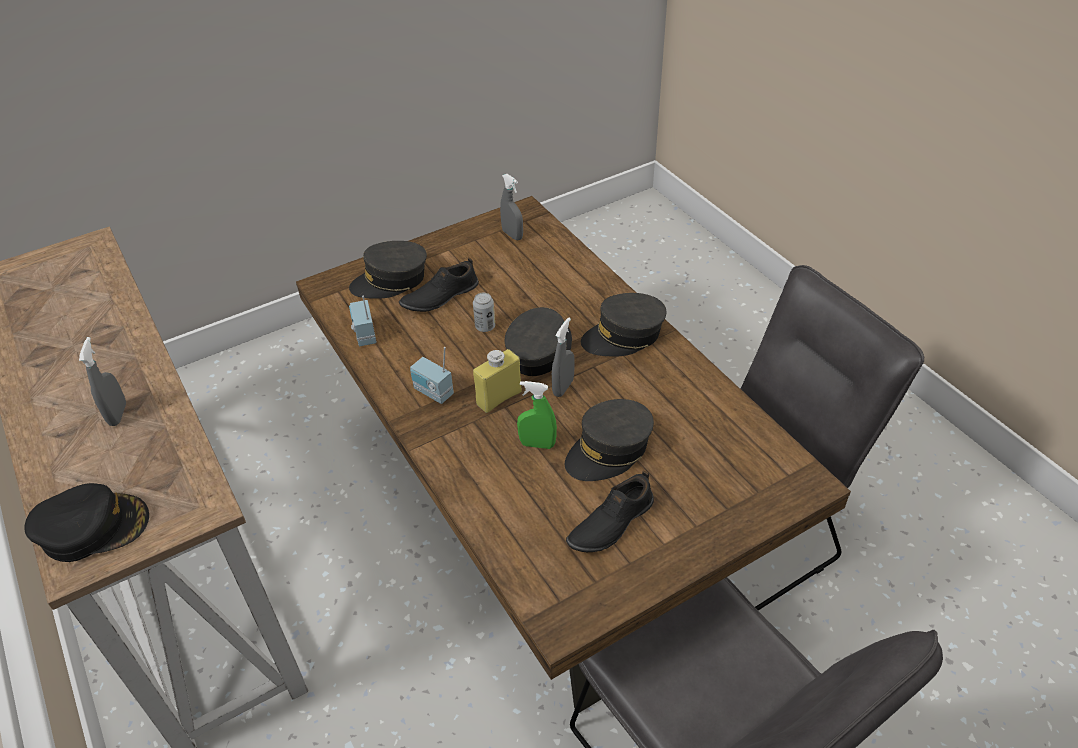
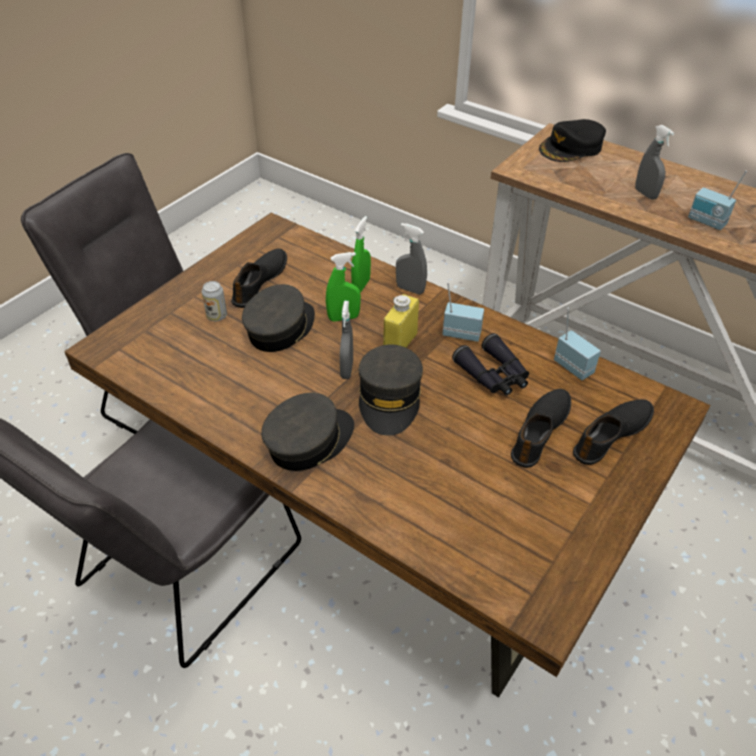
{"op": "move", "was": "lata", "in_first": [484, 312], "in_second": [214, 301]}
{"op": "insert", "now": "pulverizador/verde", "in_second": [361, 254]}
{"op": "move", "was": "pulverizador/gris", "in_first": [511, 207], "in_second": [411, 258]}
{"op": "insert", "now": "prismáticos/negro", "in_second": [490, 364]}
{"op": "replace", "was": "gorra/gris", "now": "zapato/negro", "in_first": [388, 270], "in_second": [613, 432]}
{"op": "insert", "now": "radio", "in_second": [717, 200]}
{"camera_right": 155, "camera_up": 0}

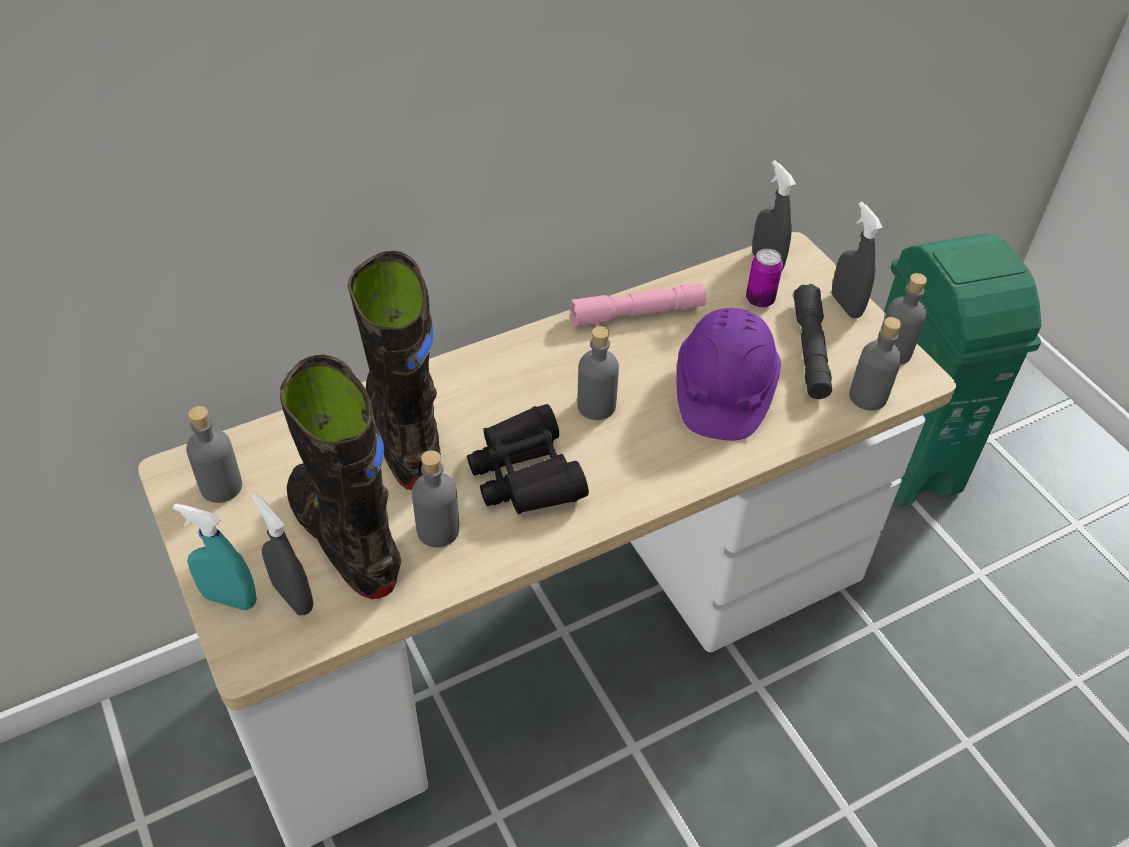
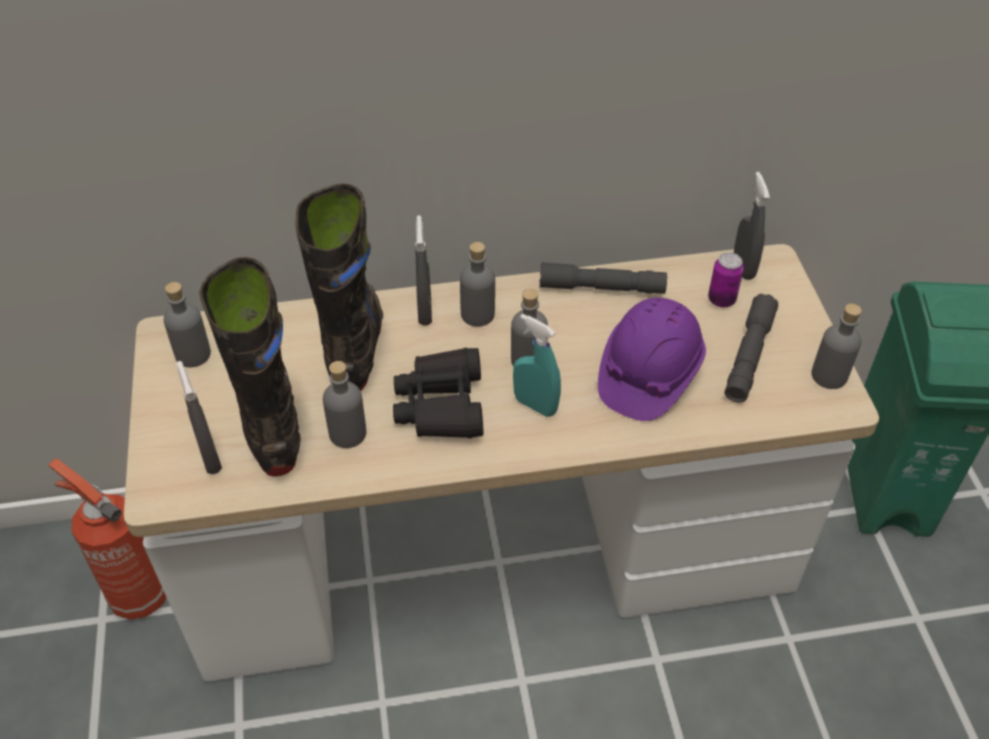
{"op": "insert", "now": "extintor", "in_second": [107, 539]}
{"op": "move", "was": "pulverizador/gris", "in_first": [857, 260], "in_second": [423, 270]}
{"op": "move", "was": "botella/gris", "in_first": [875, 364], "in_second": [477, 284]}
{"op": "move", "was": "pulverizador/turquesa", "in_first": [215, 557], "in_second": [537, 365]}
{"op": "recolor", "was": "linterna/rosa", "now": "linterna/gris", "in_first": [638, 305], "in_second": [603, 278]}
{"camera_right": 20, "camera_up": 0}

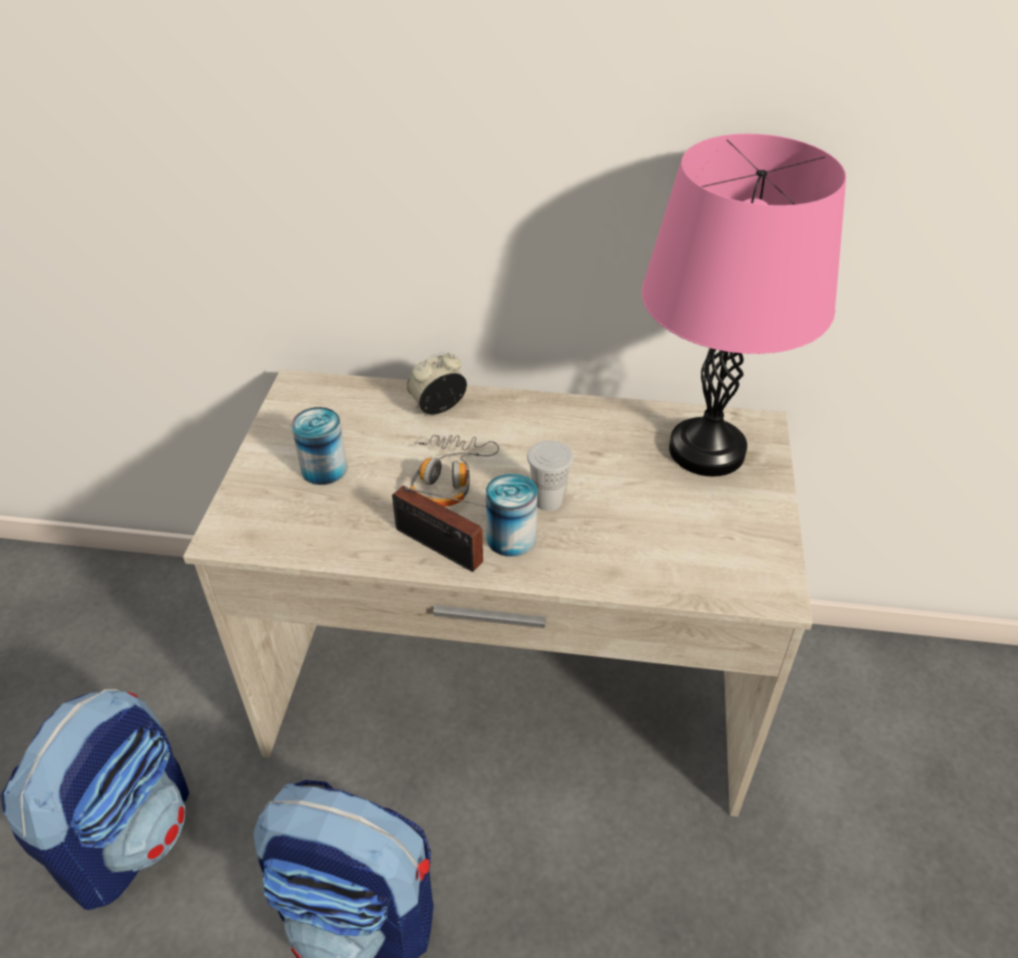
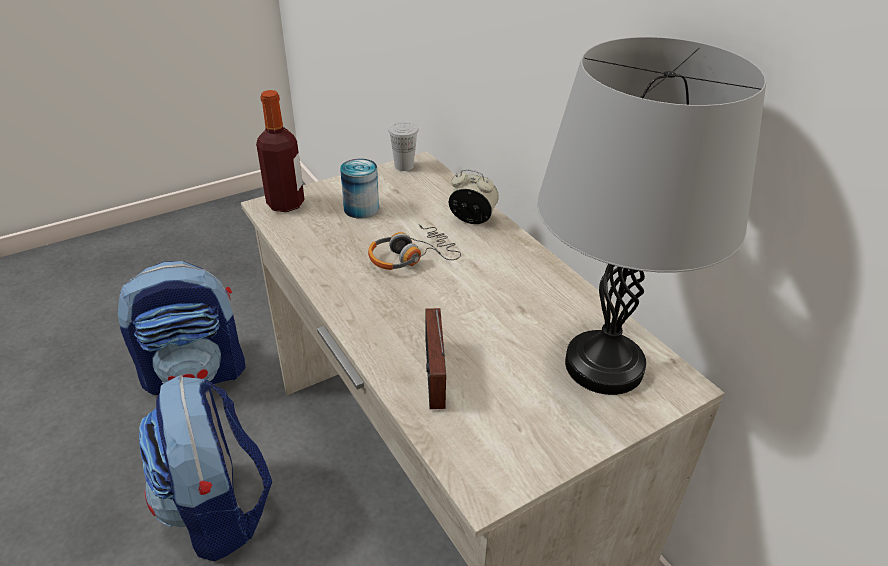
{"op": "insert", "now": "botella", "in_second": [280, 151]}
{"op": "move", "was": "taza/blanco", "in_first": [550, 476], "in_second": [403, 146]}
{"op": "move", "was": "radio", "in_first": [440, 529], "in_second": [435, 358]}
{"op": "recolor", "was": "lámpara de mesa/rosa", "now": "lámpara de mesa/gris", "in_first": [743, 305], "in_second": [651, 216]}
{"op": "delete", "was": "lata", "in_first": [512, 515]}
{"camera_right": 50, "camera_up": -5}

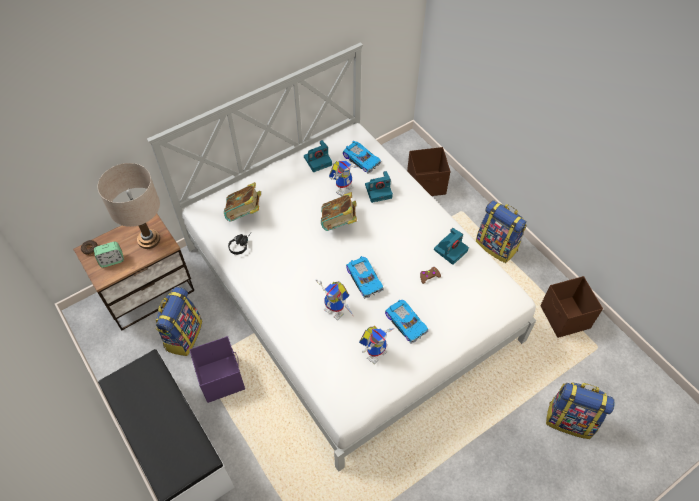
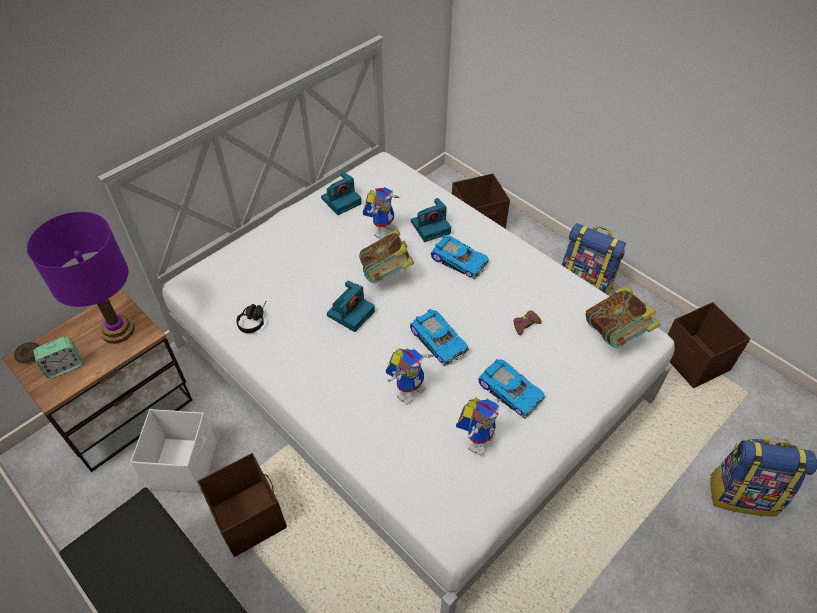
{"op": "recolor", "was": "lámpara de mesa/beis", "now": "lámpara de mesa/morado", "in_first": [129, 206], "in_second": [81, 278]}
{"op": "replace", "was": "mochila", "now": "caja de almacenaje/blanco", "in_first": [178, 321], "in_second": [173, 451]}
{"op": "recolor", "was": "caja de almacenaje/morado", "now": "caja de almacenaje/marrón", "in_first": [217, 369], "in_second": [242, 505]}
{"op": "move", "was": "cámara", "in_first": [451, 246], "in_second": [351, 306]}
{"op": "rotate", "was": "robot de juguete", "in_first": [334, 299], "in_second": [411, 376], "clockwise": -75}
{"op": "move", "was": "coche de juguete", "in_first": [362, 157], "in_second": [460, 257]}
{"op": "move", "was": "libro", "in_first": [242, 202], "in_second": [623, 316]}
{"camera_right": -10, "camera_up": -5}

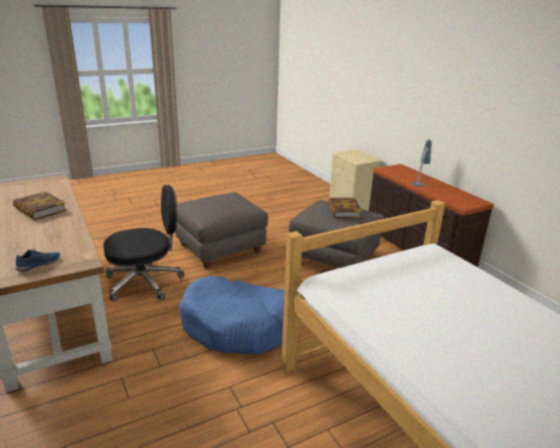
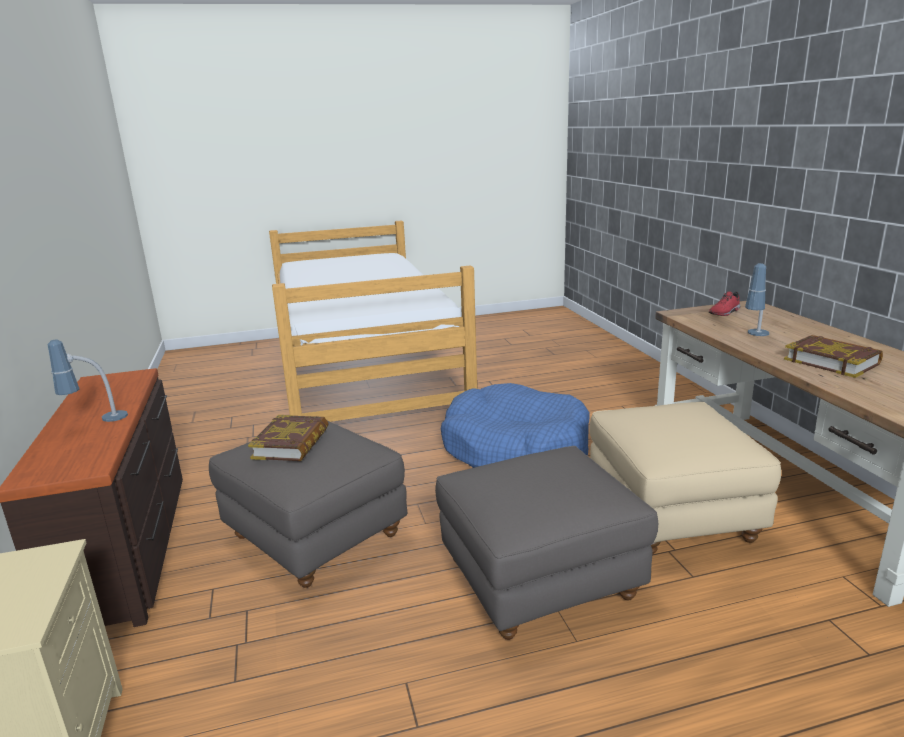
{"op": "replace", "was": "silla de oficina/negro", "now": "puf/beis", "in_first": [144, 243], "in_second": [685, 478]}
{"op": "recolor", "was": "zapato/azul", "now": "zapato/rojo", "in_first": [37, 260], "in_second": [724, 303]}
{"op": "insert", "now": "lámpara de mesa", "in_second": [757, 299]}
{"camera_right": -165, "camera_up": -5}

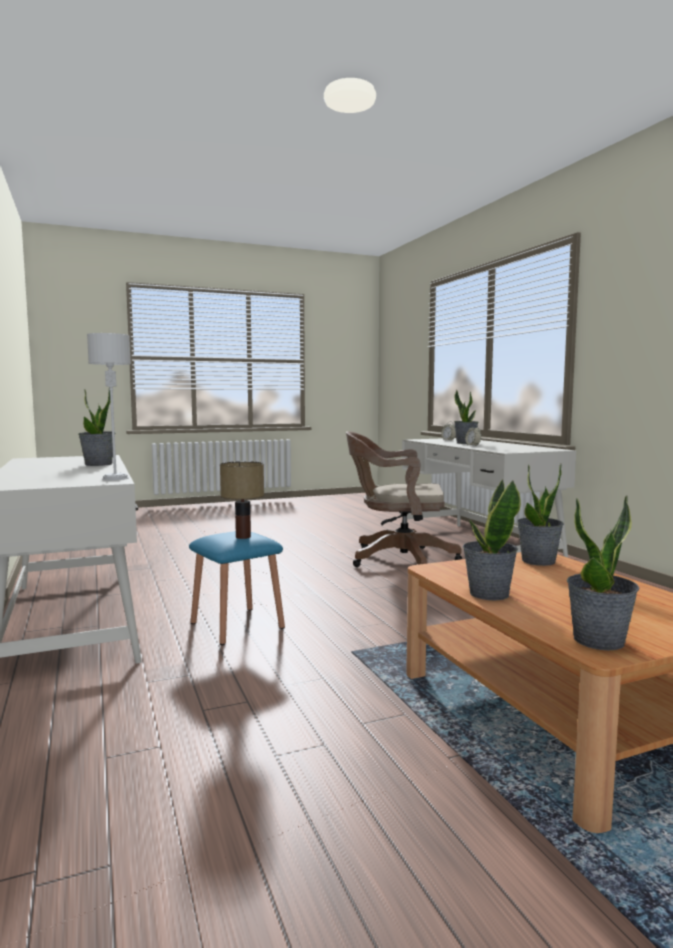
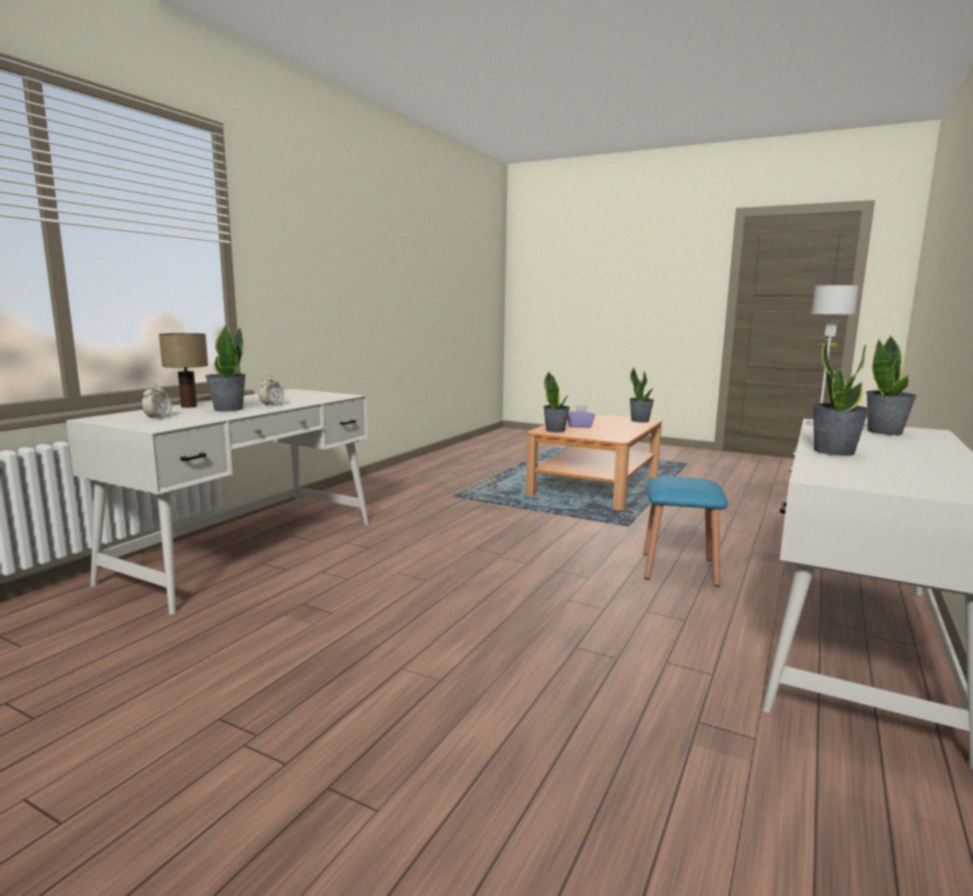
{"op": "move", "was": "lámpara de mesa", "in_first": [242, 500], "in_second": [183, 370]}
{"op": "insert", "now": "caja de pañuelos/morado", "in_second": [581, 416]}
{"op": "move", "was": "planta en maceta", "in_first": [492, 540], "in_second": [891, 385]}
{"op": "delete", "was": "silla de oficina/marrón", "in_first": [404, 499]}
{"camera_right": -130, "camera_up": 5}

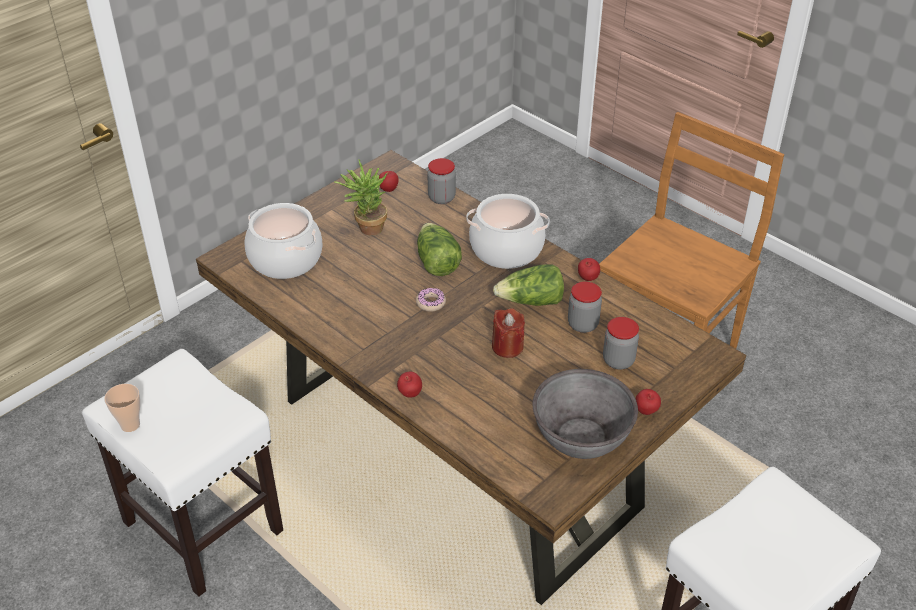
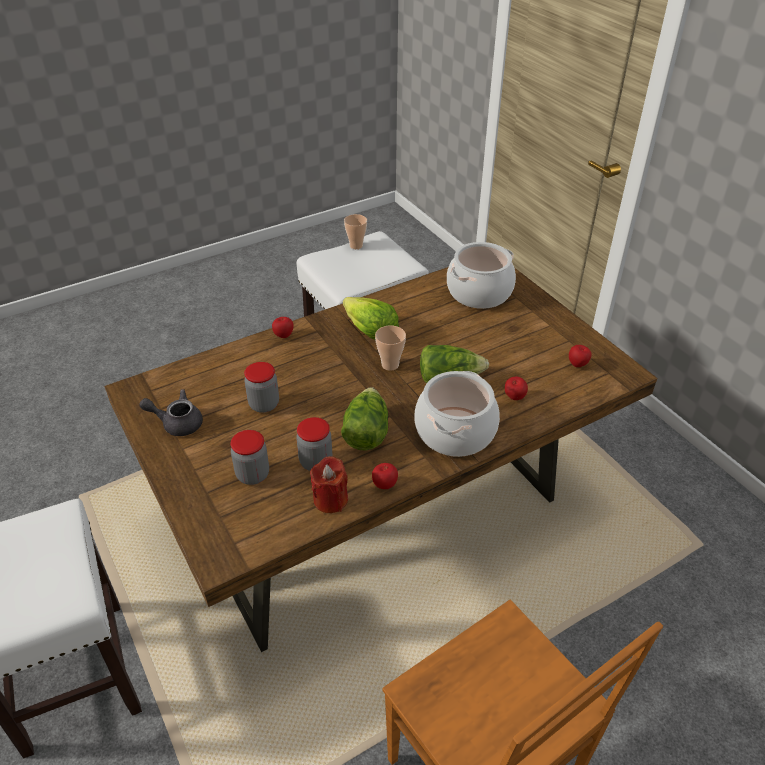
{"op": "replace", "was": "cuenco/gris", "now": "tetera/gris", "in_first": [585, 414], "in_second": [171, 412]}
{"op": "move", "was": "tarro", "in_first": [441, 181], "in_second": [261, 387]}
{"op": "move", "was": "vela/rojo", "in_first": [508, 333], "in_second": [329, 484]}
{"op": "insert", "now": "lechuga", "in_second": [371, 318]}
{"op": "replace", "was": "rosquilla", "now": "taza", "in_first": [431, 300], "in_second": [390, 348]}
{"op": "move", "was": "manzana", "in_first": [648, 402], "in_second": [516, 388]}
{"op": "delete", "was": "planta en maceta", "in_first": [361, 197]}
{"camera_right": 105, "camera_up": 0}

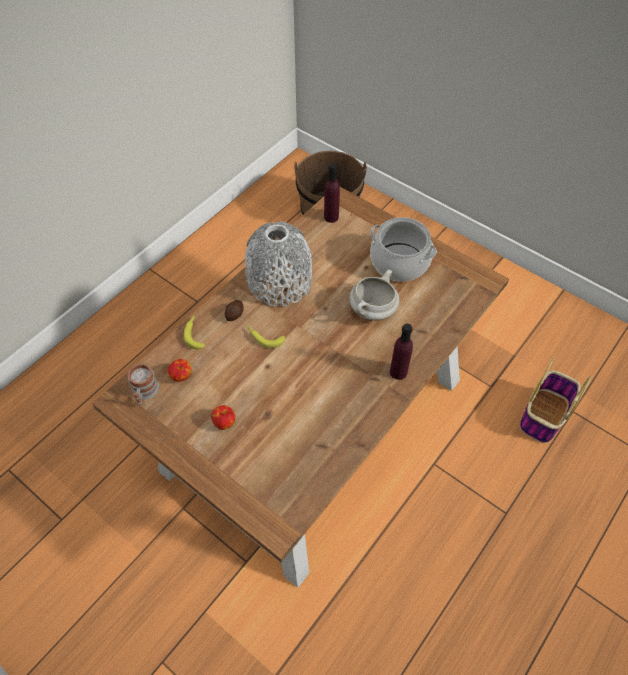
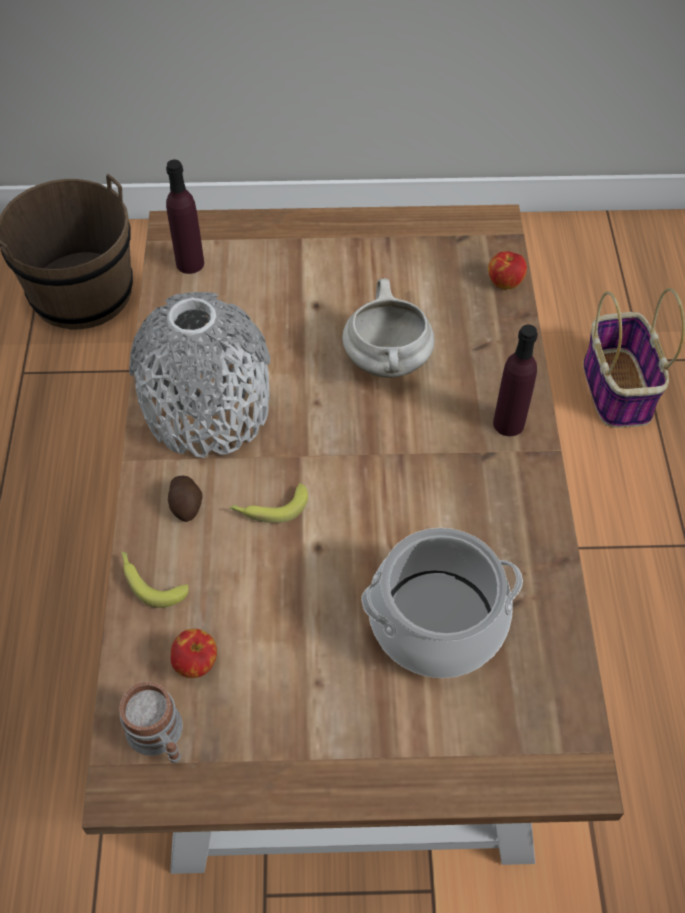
{"op": "move", "was": "olla", "in_first": [403, 249], "in_second": [442, 603]}
{"op": "move", "was": "manzana", "in_first": [223, 417], "in_second": [507, 270]}
{"camera_right": -40, "camera_up": 0}

